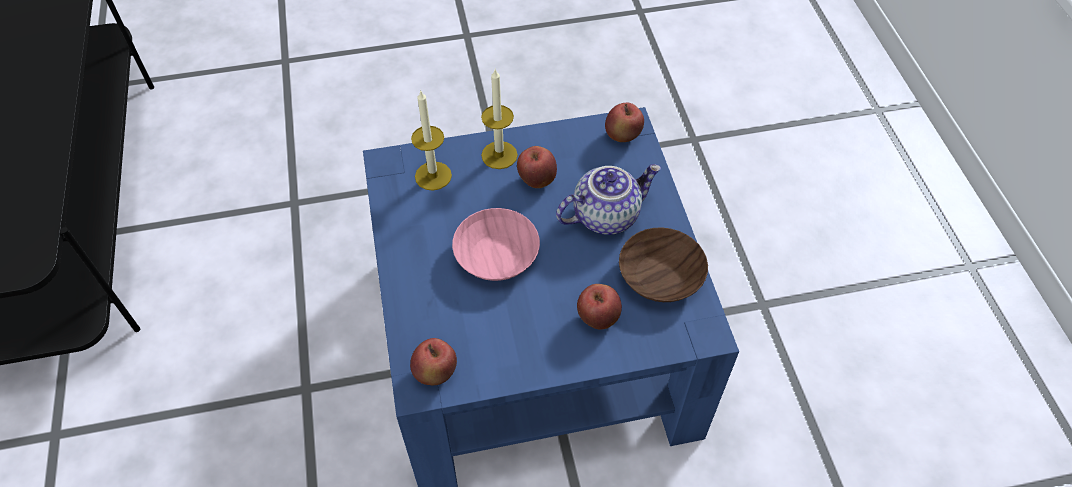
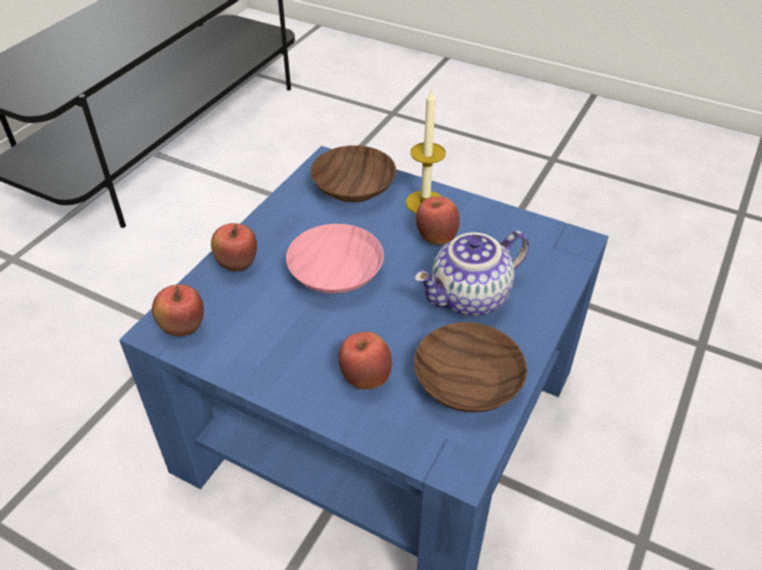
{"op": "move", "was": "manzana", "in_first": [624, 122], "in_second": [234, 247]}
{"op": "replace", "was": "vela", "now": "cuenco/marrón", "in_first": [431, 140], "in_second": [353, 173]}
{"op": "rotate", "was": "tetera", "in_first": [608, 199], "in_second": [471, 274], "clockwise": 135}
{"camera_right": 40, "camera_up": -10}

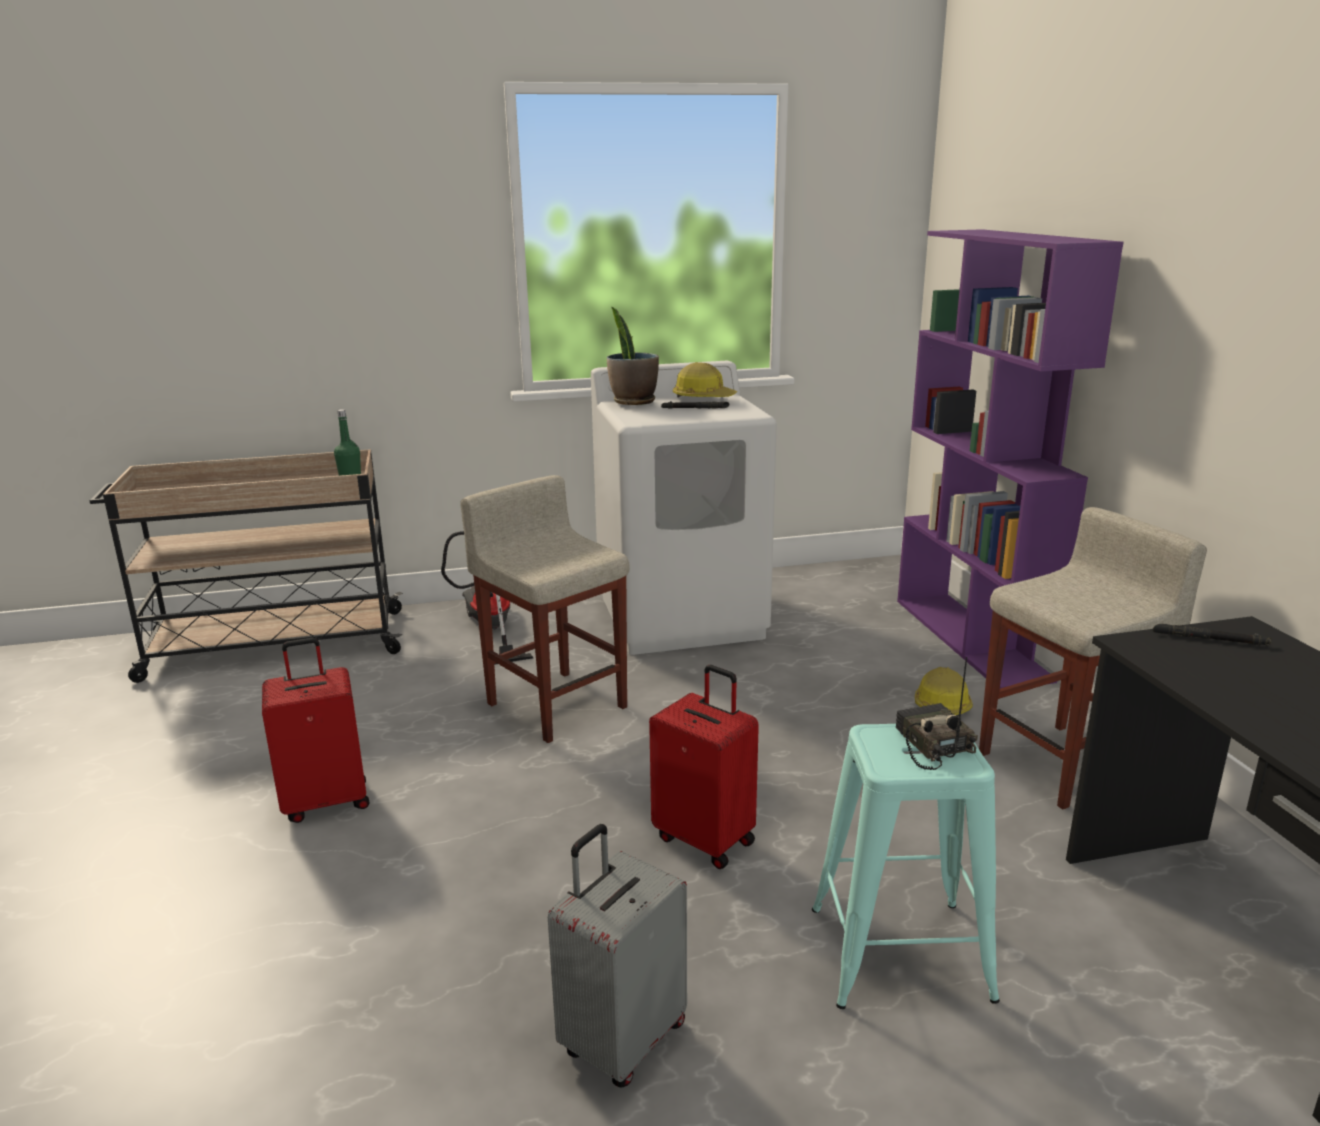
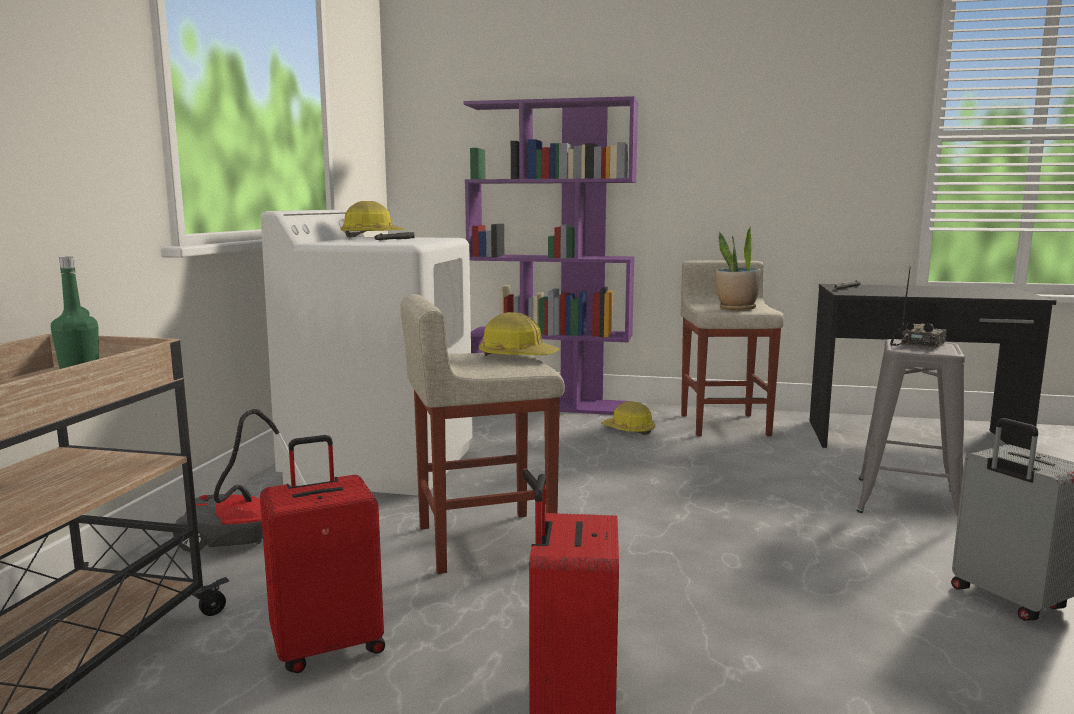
{"op": "move", "was": "maleta/rojo", "in_first": [704, 767], "in_second": [322, 554]}
{"op": "insert", "now": "casco", "in_second": [519, 334]}
{"op": "move", "was": "planta en maceta", "in_first": [632, 356], "in_second": [738, 268]}
{"op": "recolor", "was": "taburete/turquesa", "now": "taburete/gris", "in_first": [906, 866], "in_second": [911, 430]}
{"op": "rotate", "was": "radio", "in_first": [936, 713], "in_second": [918, 308], "clockwise": 120}
{"camera_right": -65, "camera_up": -10}

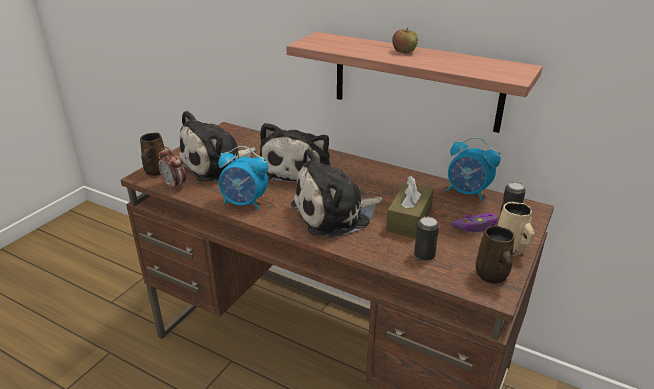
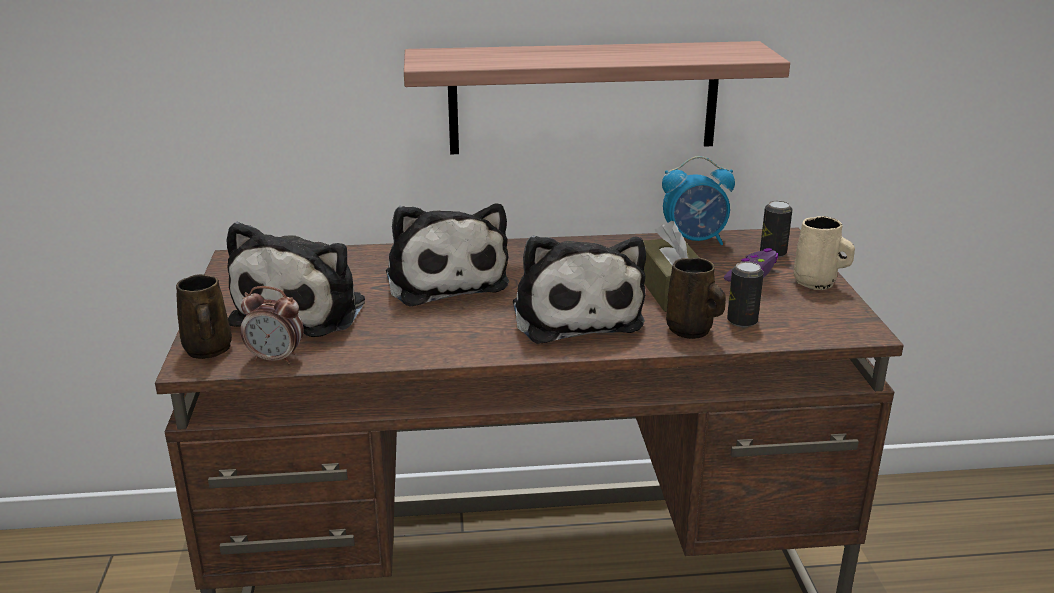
{"op": "rotate", "was": "peluche", "in_first": [337, 193], "in_second": [579, 289], "clockwise": -45}
{"op": "move", "was": "taza grande/marrón", "in_first": [495, 254], "in_second": [696, 298]}
{"op": "delete", "was": "despertador", "in_first": [243, 178]}
{"op": "delete", "was": "manzana", "in_first": [405, 41]}
{"camera_right": -35, "camera_up": -5}

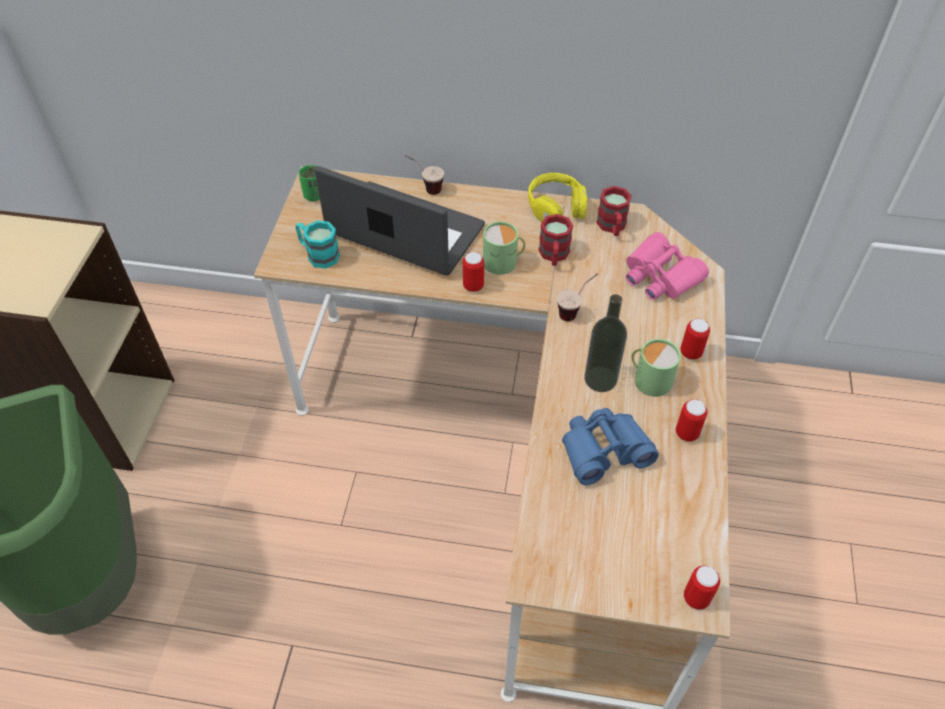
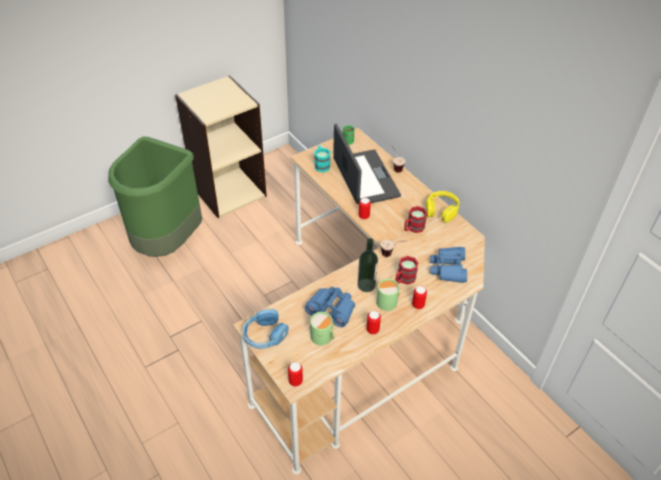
{"op": "insert", "now": "auriculares/azul", "in_second": [265, 329]}
{"op": "move", "was": "taza grande/verde", "in_first": [504, 248], "in_second": [322, 328]}
{"op": "move", "was": "taza grande/rojo", "in_first": [614, 211], "in_second": [406, 270]}
{"op": "recolor", "was": "prismáticos/rosa", "now": "prismáticos/azul", "in_first": [667, 266], "in_second": [448, 265]}
{"camera_right": 45, "camera_up": -5}

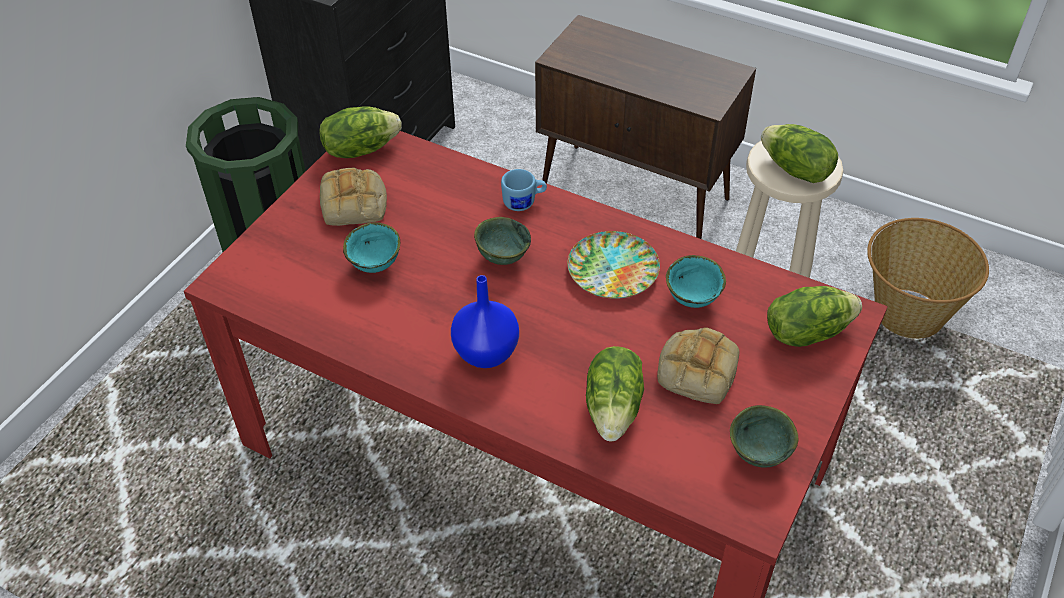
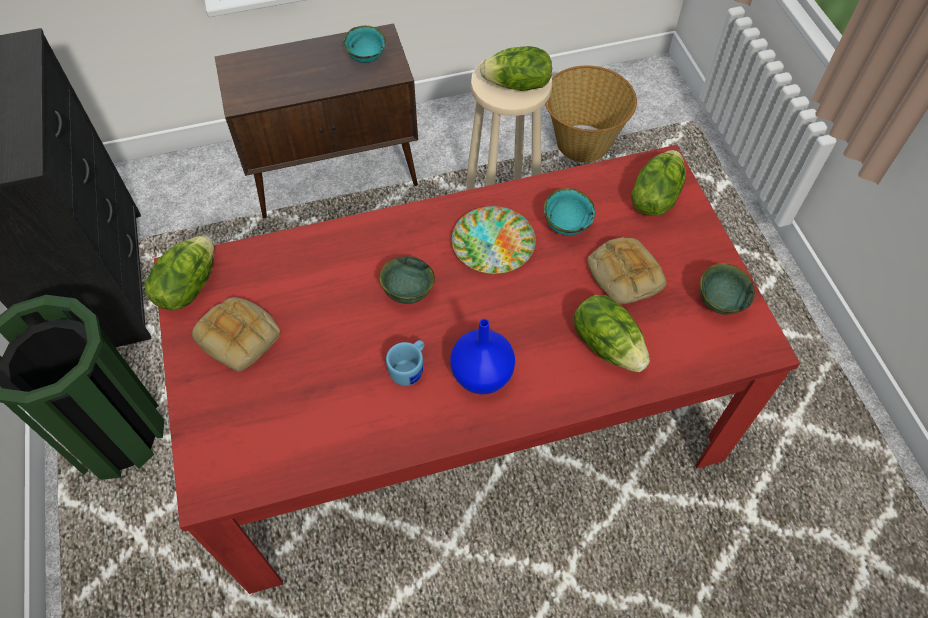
{"op": "move", "was": "cuenco/turquesa", "in_first": [371, 247], "in_second": [364, 44]}
{"op": "move", "was": "taza grande/azul", "in_first": [524, 190], "in_second": [405, 363]}
{"camera_right": -45, "camera_up": 10}

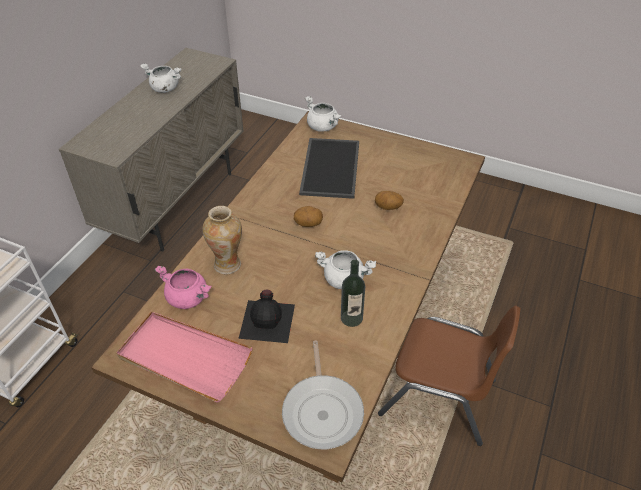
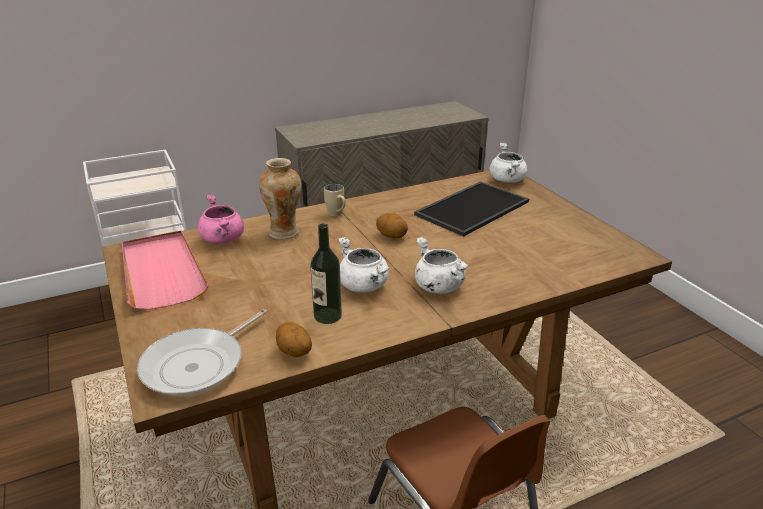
{"op": "move", "was": "patata", "in_first": [389, 200], "in_second": [294, 339]}
{"op": "insert", "now": "taza grande/beis", "in_second": [335, 200]}
{"op": "move", "was": "olla/blanco", "in_first": [161, 78], "in_second": [442, 265]}
{"op": "delete", "was": "botella/negro", "in_first": [266, 316]}
{"camera_right": 40, "camera_up": -15}

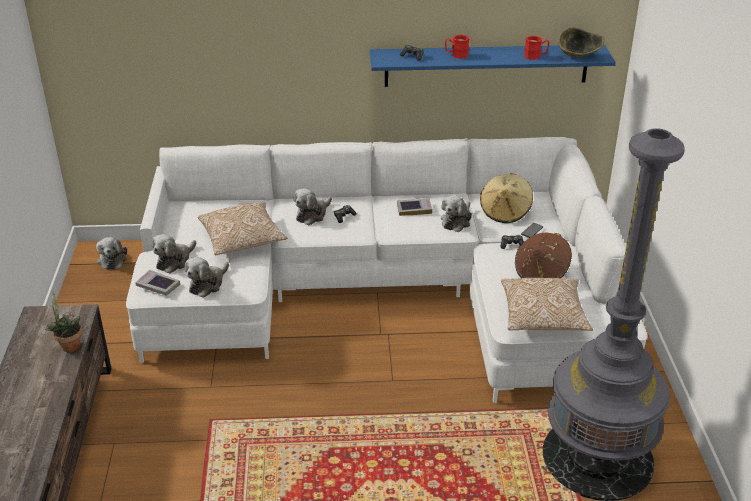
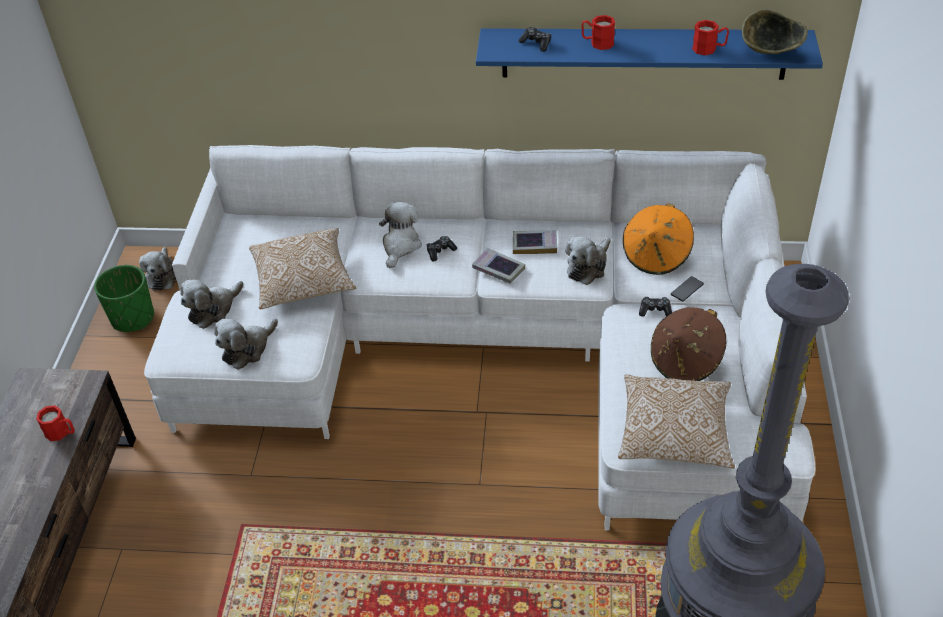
{"op": "replace", "was": "planta en maceta", "now": "taza grande/rojo", "in_first": [63, 321], "in_second": [55, 423]}
{"op": "insert", "now": "maceta/verde", "in_second": [124, 298]}
{"op": "rotate", "was": "peluche", "in_first": [313, 206], "in_second": [400, 235], "clockwise": 150}
{"op": "move", "was": "libro", "in_first": [158, 283], "in_second": [498, 265]}
{"op": "recolor", "was": "sombrero/beis", "now": "sombrero/naranja", "in_first": [506, 198], "in_second": [658, 239]}
{"camera_right": 10, "camera_up": 10}

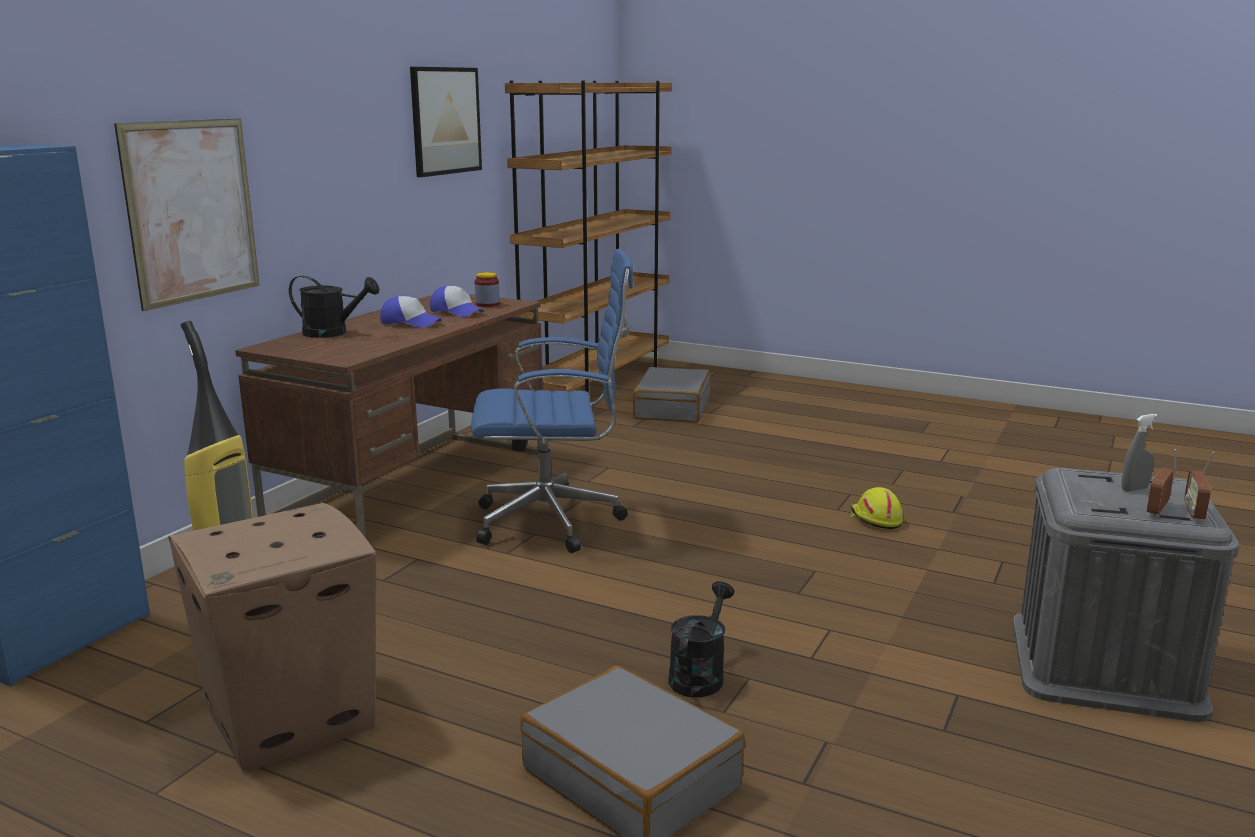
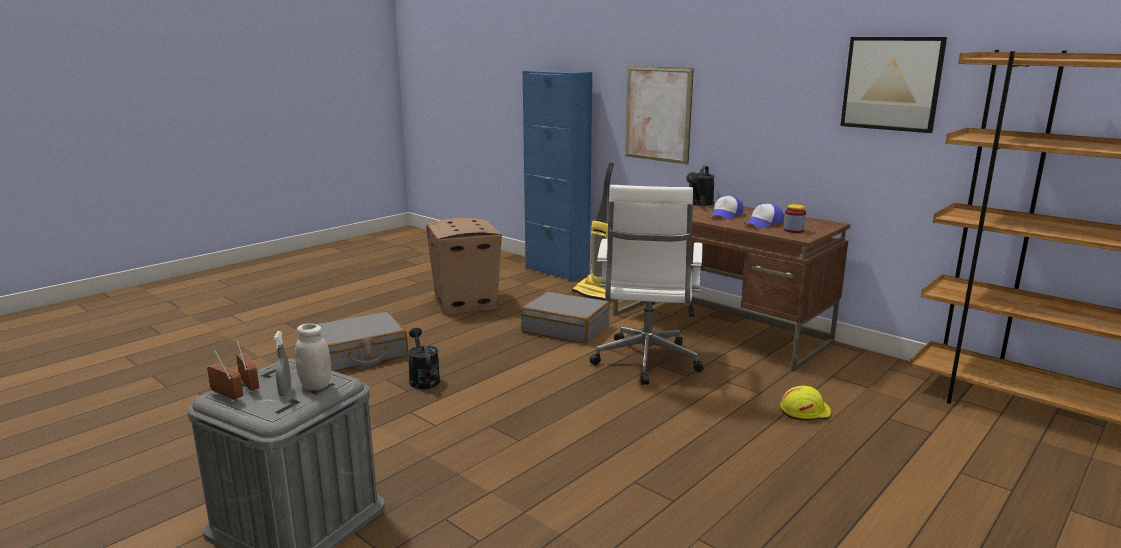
{"op": "insert", "now": "tarro/blanco", "in_second": [313, 356]}
{"op": "rotate", "was": "regadera/negro", "in_first": [701, 639], "in_second": [424, 358], "clockwise": -150}
{"op": "move", "was": "maleta/gris", "in_first": [671, 395], "in_second": [565, 318]}
{"op": "recolor", "was": "silla de oficina/azul", "now": "silla de oficina/blanco", "in_first": [552, 401], "in_second": [647, 285]}
{"op": "move", "was": "casco/amarillo", "in_first": [876, 508], "in_second": [805, 403]}
{"camera_right": 105, "camera_up": 0}

